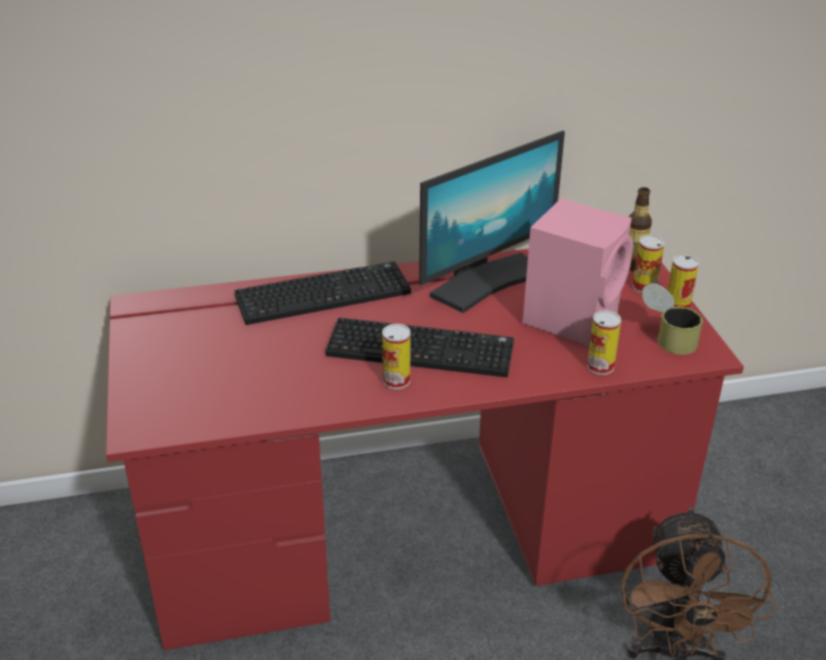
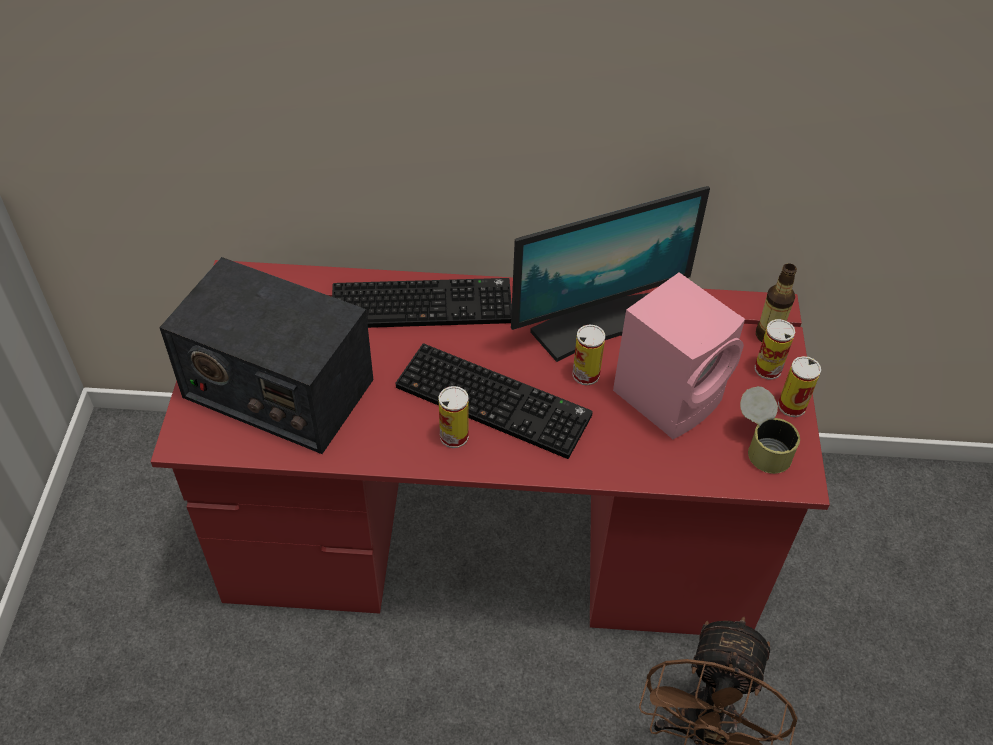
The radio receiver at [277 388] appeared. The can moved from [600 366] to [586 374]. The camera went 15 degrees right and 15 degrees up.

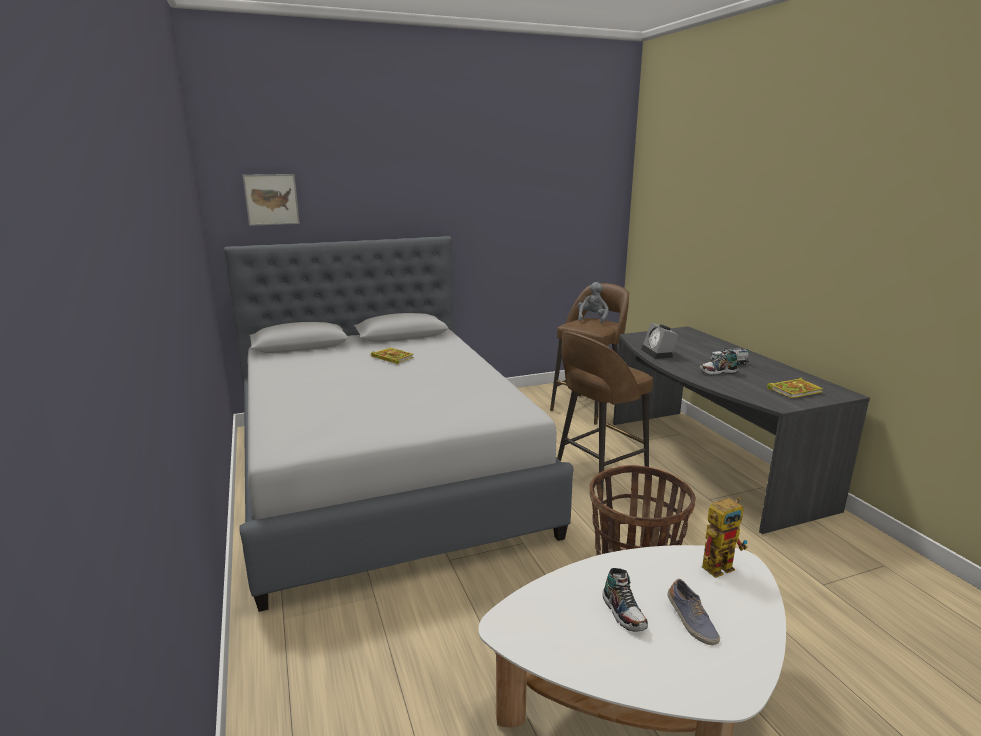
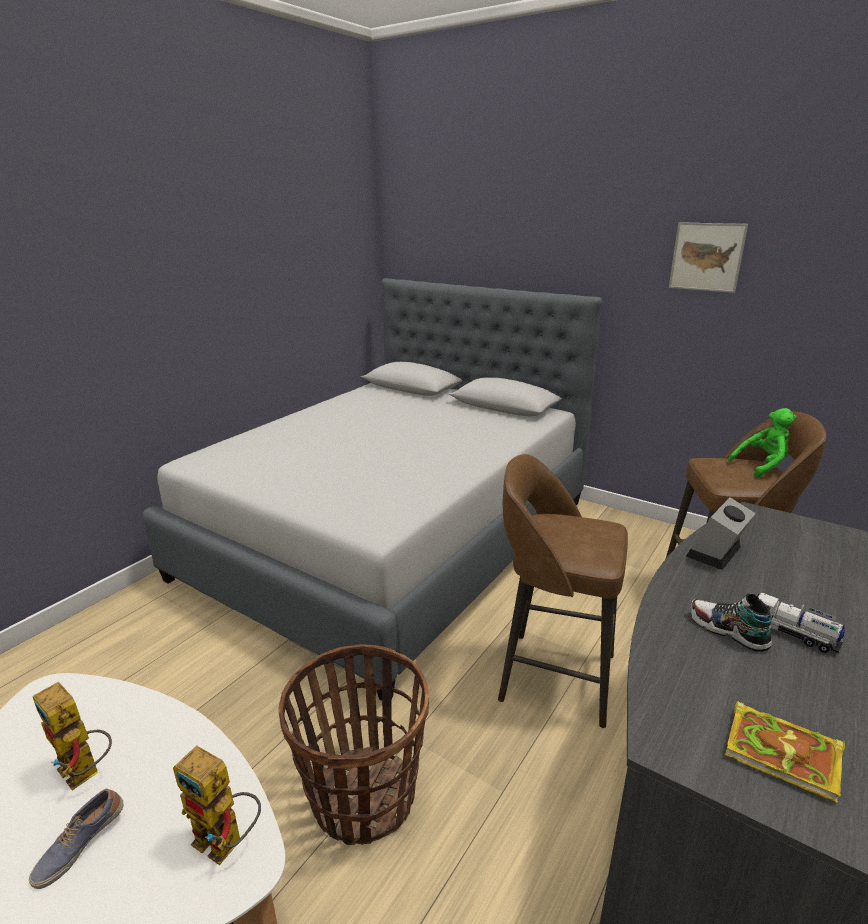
The volume at [391 357] disappeared. The wall art moved from [271 199] to [706 257]. The shoe at [624 612] was replaced by the model robot at [86 773]. The plush toy (greyish) at [592 319] became the plush toy (green-coloured) at [762 466]. The camera went 55 degrees right and 5 degrees up.

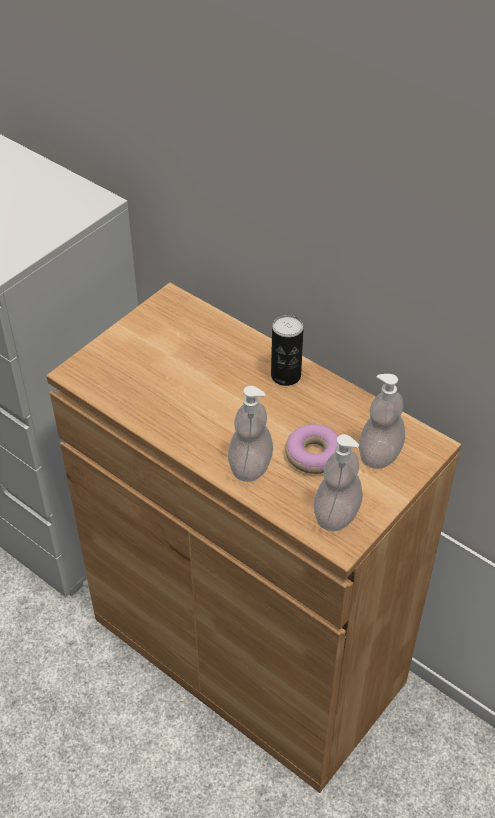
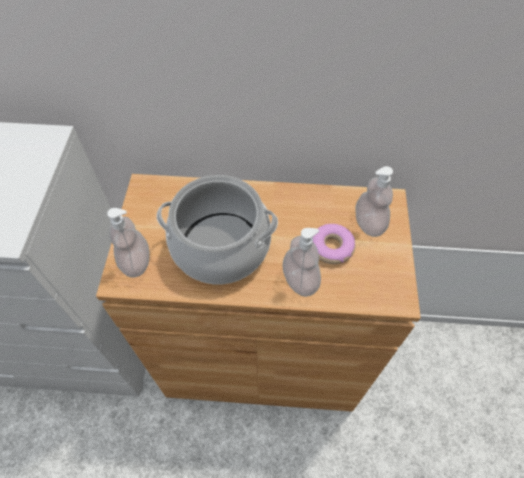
The can at [285 375] disappeared. The cooking pot at [220 247] appeared. The soap bottle moved from [336 514] to [136 262]. The camera went 35 degrees left and 10 degrees up.

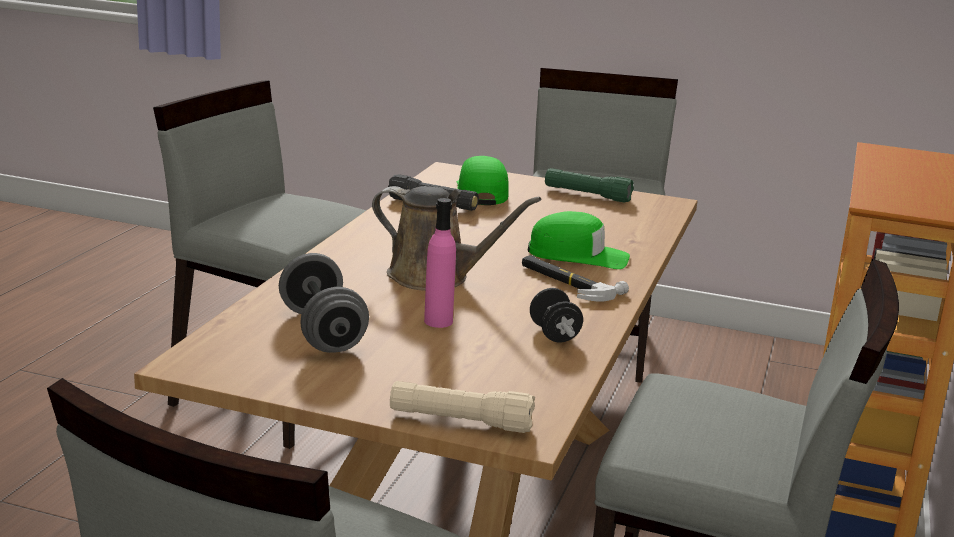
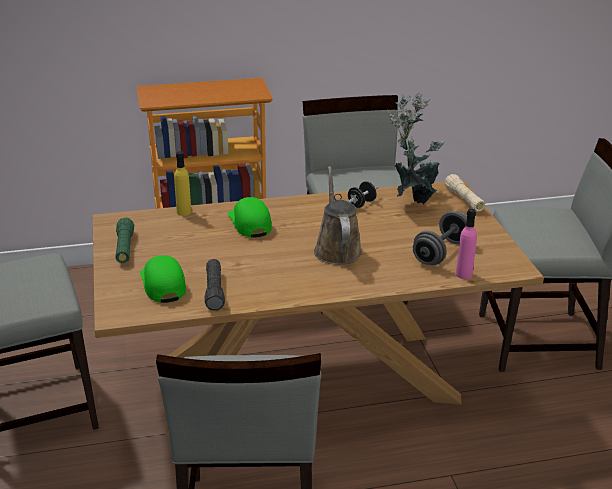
The tool hammer at [567 282] disappeared. The beverage bottle (yellowish) at [184 212] appeared. The potted plant at [413 199] appeared. The beverage bottle (pink-coloured) moved from [438 321] to [463 274]. The cap (green-coloured) at [481 192] turned 105 degrees clockwise. The camera went 120 degrees left and 10 degrees up.

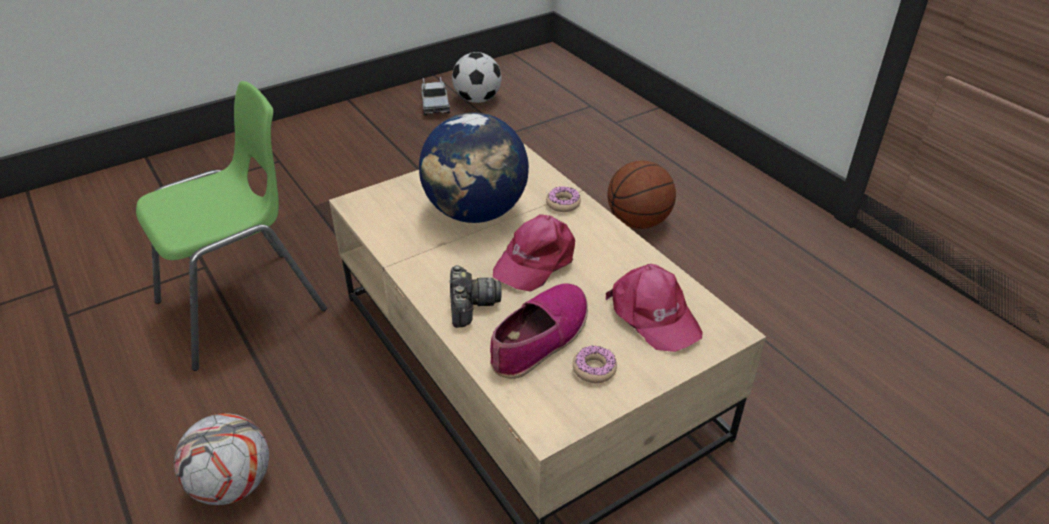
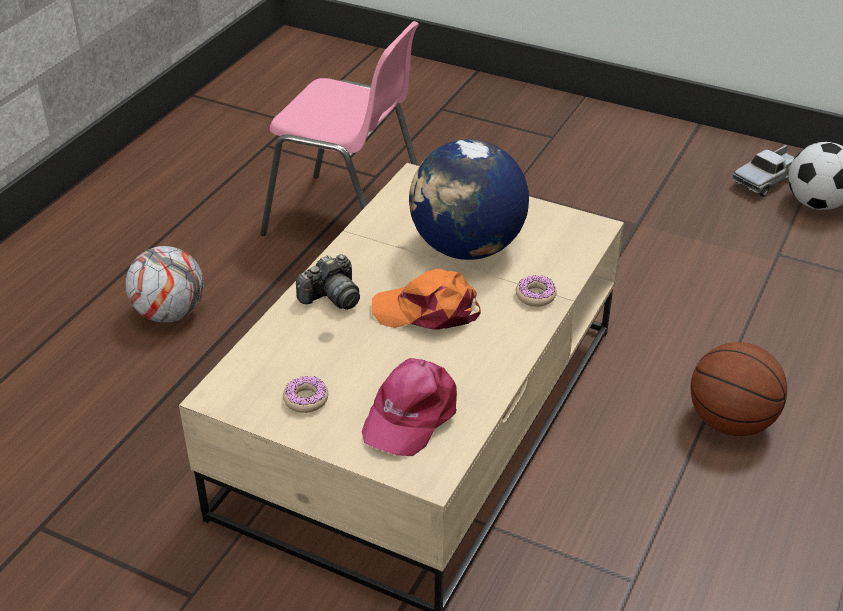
The shoe at [540 338] disappeared. The plain chair (green-coloured) at [244 307] became the plain chair (pink-coloured) at [348 221]. The cap (pink-coloured) at [535 260] became the cap (orangey) at [428 311]. The camera went 60 degrees right and 0 degrees up.

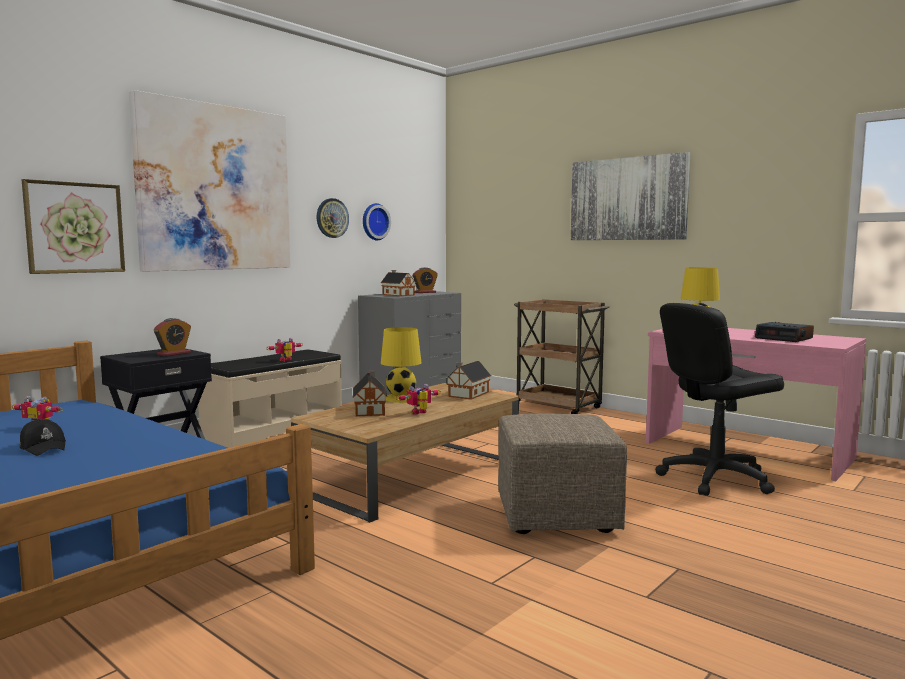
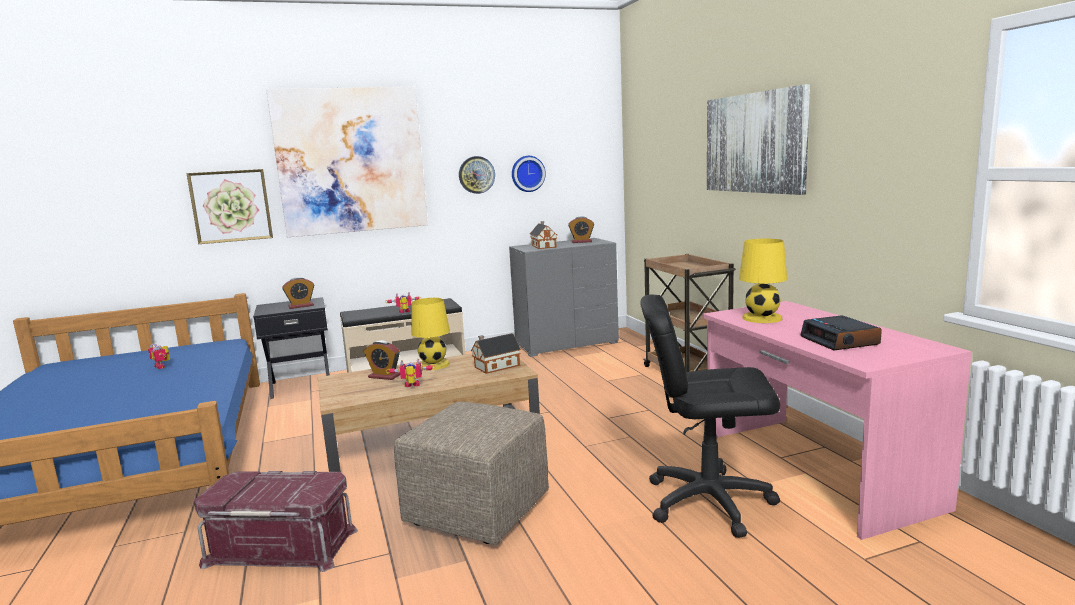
The cap (black) at [44 447] disappeared. The storage box (reddish) at [282 545] appeared. The miniature house at [370 410] was replaced by the table clock at [384 376]. The camera went 30 degrees right and 5 degrees up.

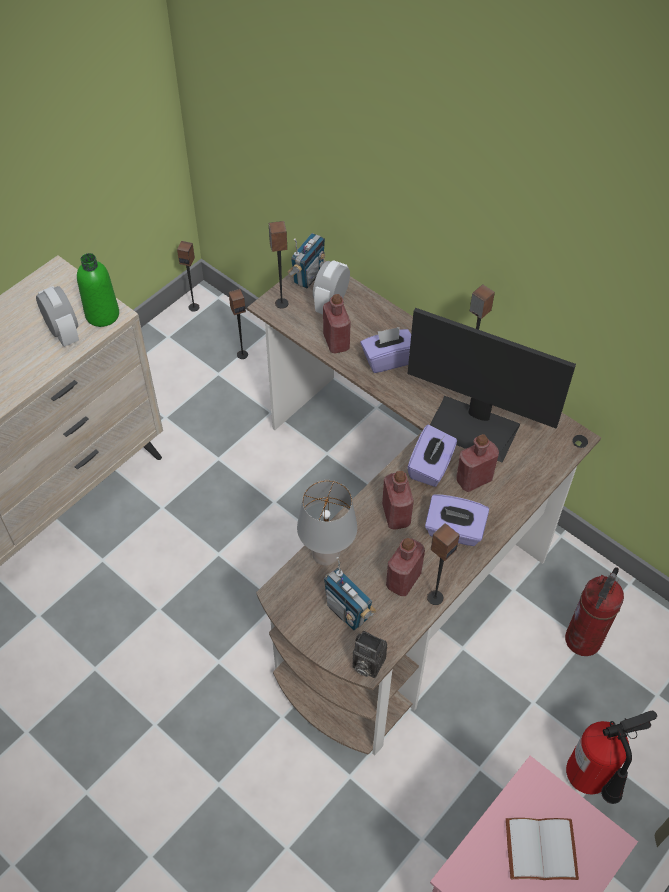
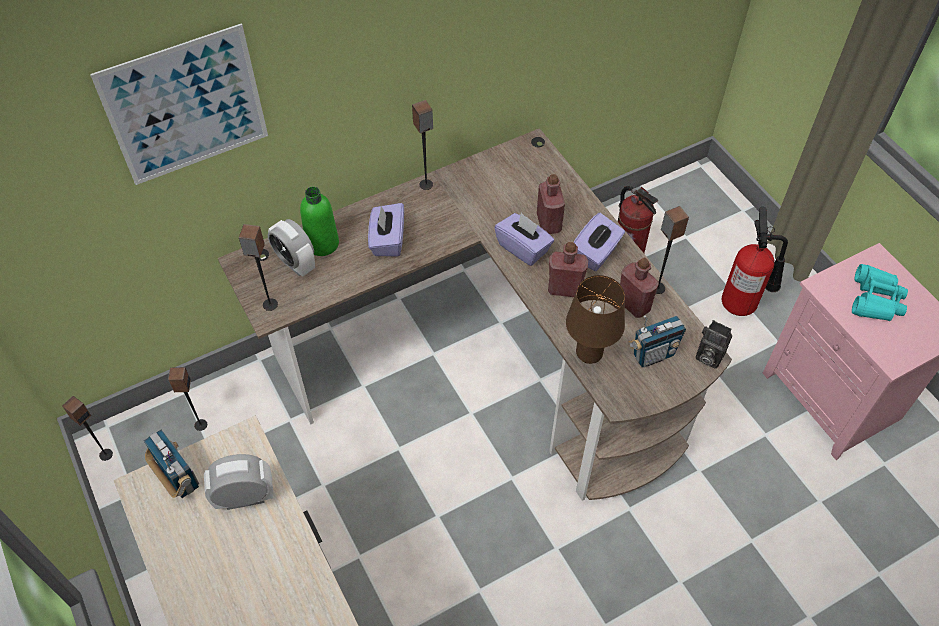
The beverage bottle (reddish) at [336 342] disappeared. The monitor at [474 427] disappeared. The wall art at [186 106] appeared. The beverage bottle (green-coloured) moved from [102 314] to [322 244]. The radio receiver moved from [307 276] to [178 479]. The volume (white) at [542 847] was replaced by the binoculars (turquoise) at [875 300]. The tabletop lamp (greyish) at [326 554] became the tabletop lamp (brown-coloured) at [588 353]. The still camera at [366 663] turned 75 degrees clockwise. The camera went 70 degrees left and 0 degrees up.

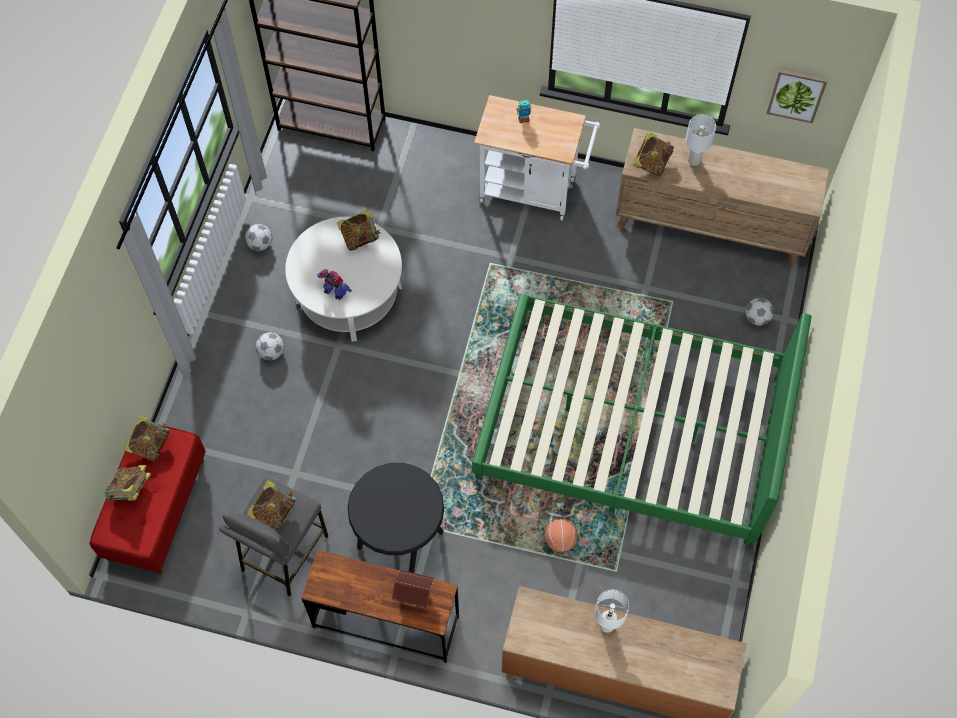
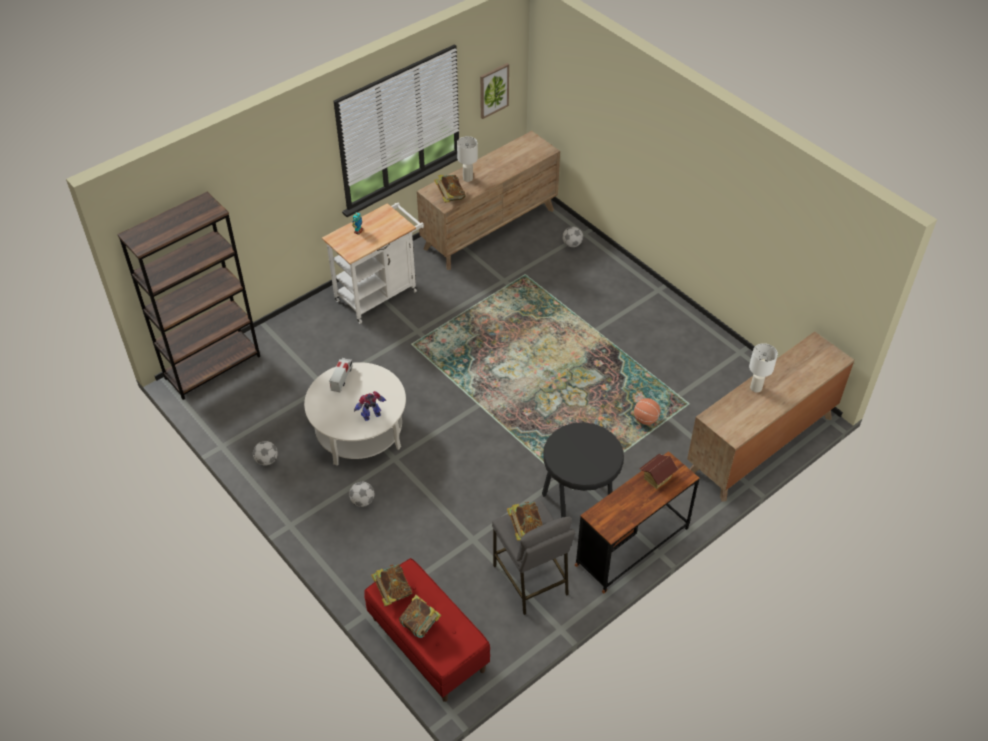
The sleeping bed (green-coloured) at [631 429] disappeared. The volume at [360 237] was replaced by the toy truck at [342 379]. The camera went 55 degrees left and 15 degrees down.

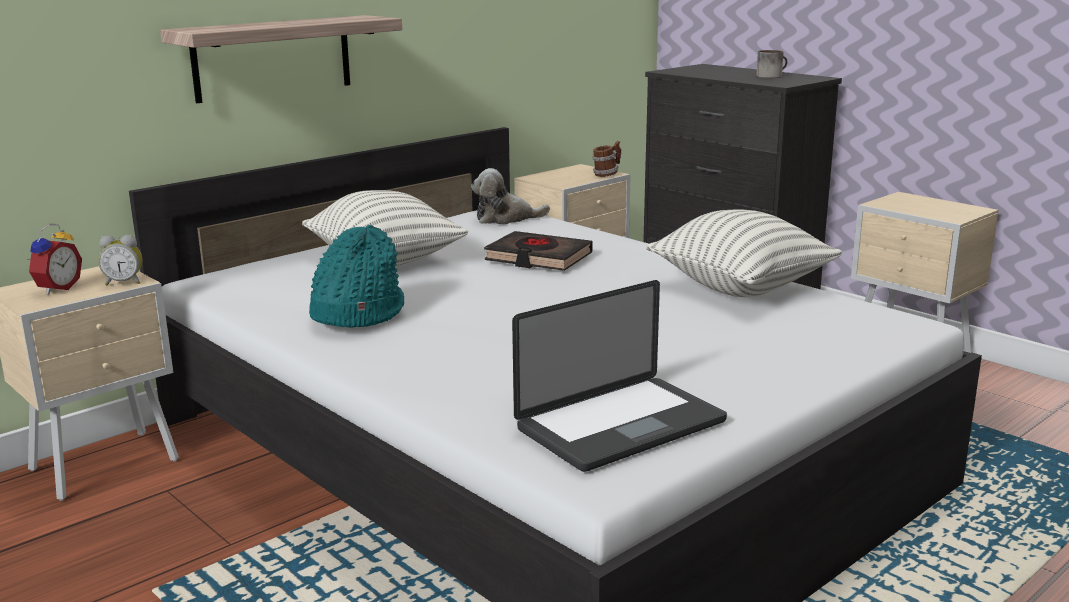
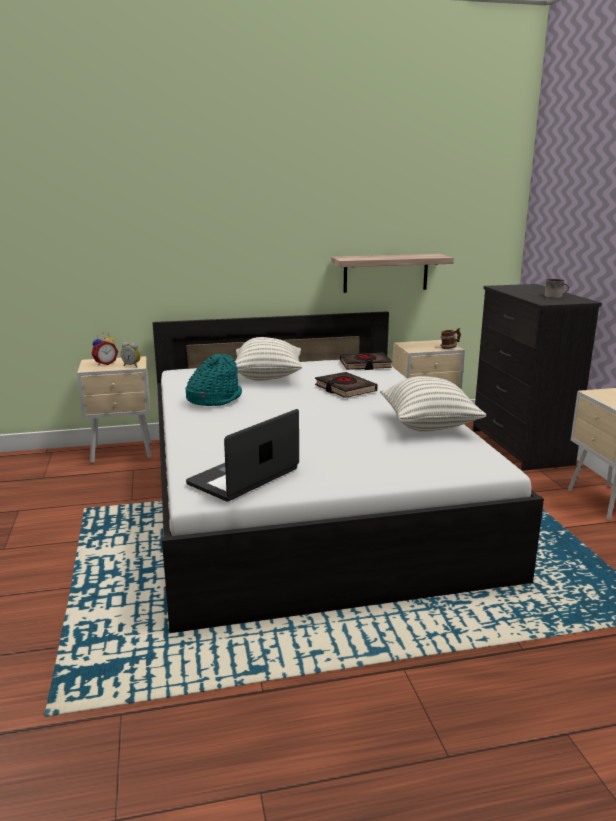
The wall shelf moved from [273 58] to [385 273]. The plush toy at [505 218] was replaced by the volume (black) at [365 365]. The laptop at [621 426] turned 135 degrees clockwise. The camera went 30 degrees right and 0 degrees up.

